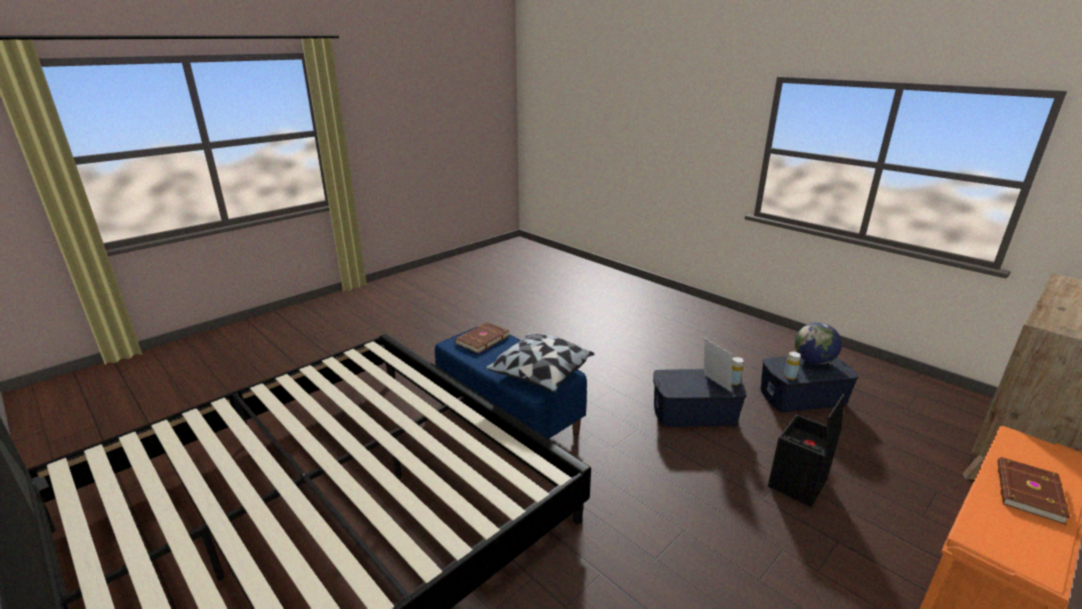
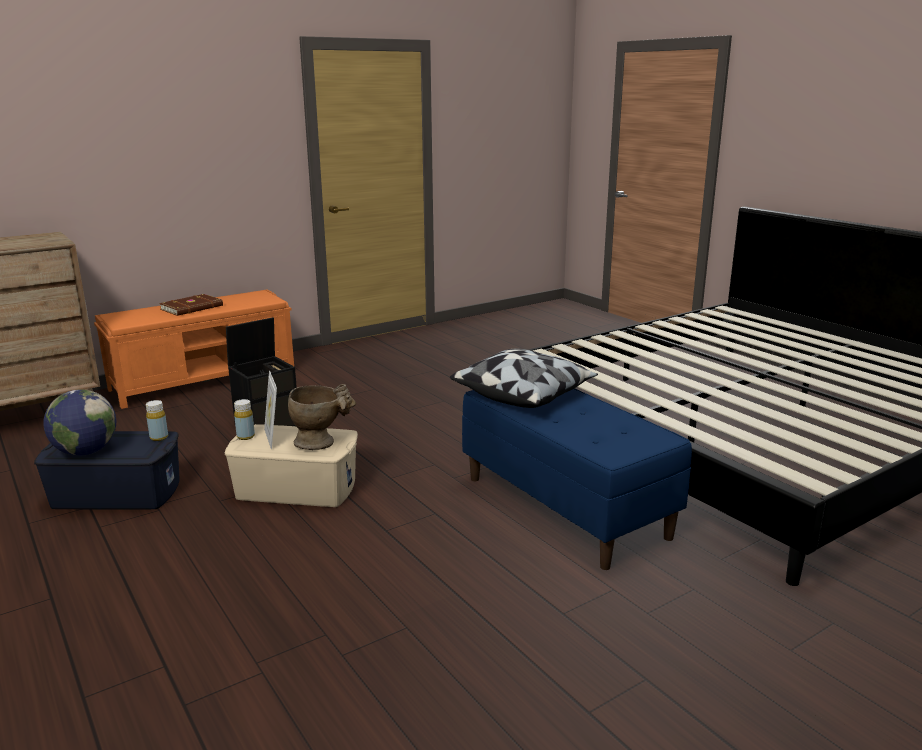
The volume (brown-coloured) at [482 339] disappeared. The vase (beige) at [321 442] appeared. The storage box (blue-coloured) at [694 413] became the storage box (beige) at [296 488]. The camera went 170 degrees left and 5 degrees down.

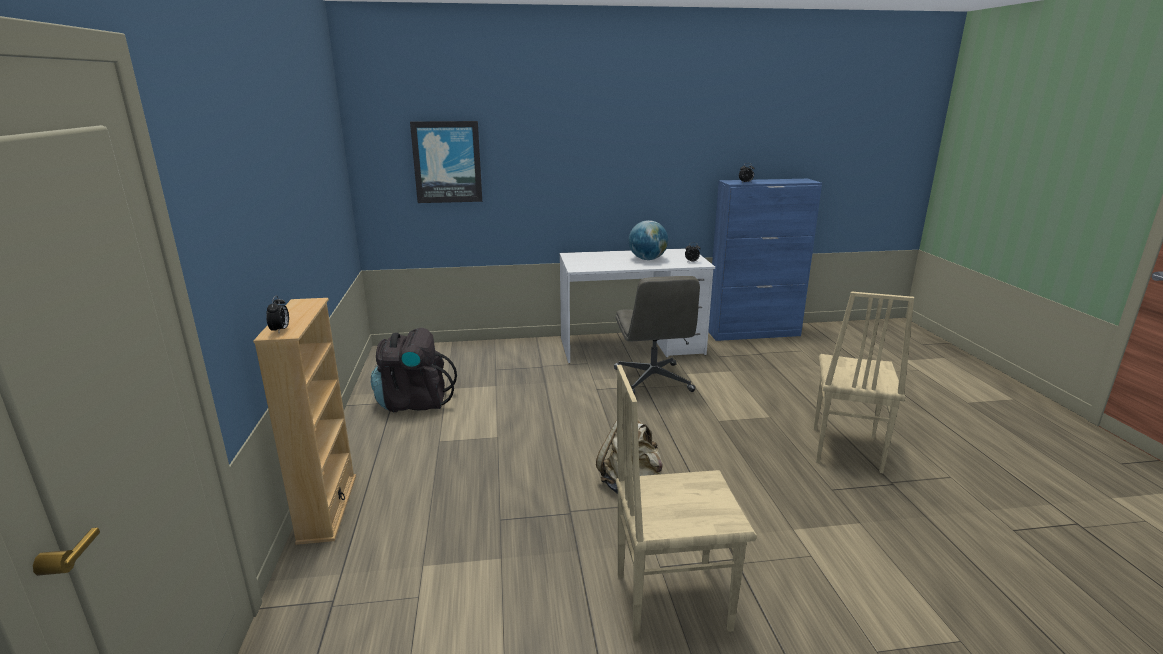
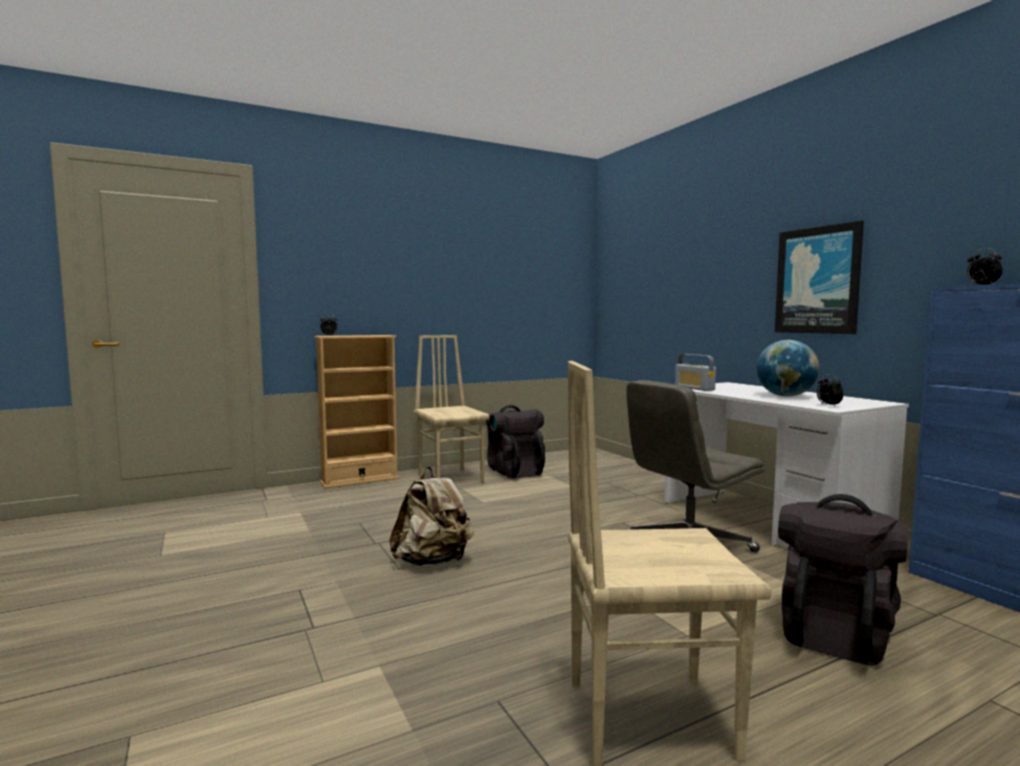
The radio receiver at [694 388] appeared. The knapsack (black) at [834 632] appeared. The wall art moved from [447 162] to [817 280]. The plain chair (beige) moved from [670 600] to [451 478]. The camera went 70 degrees right and 15 degrees down.

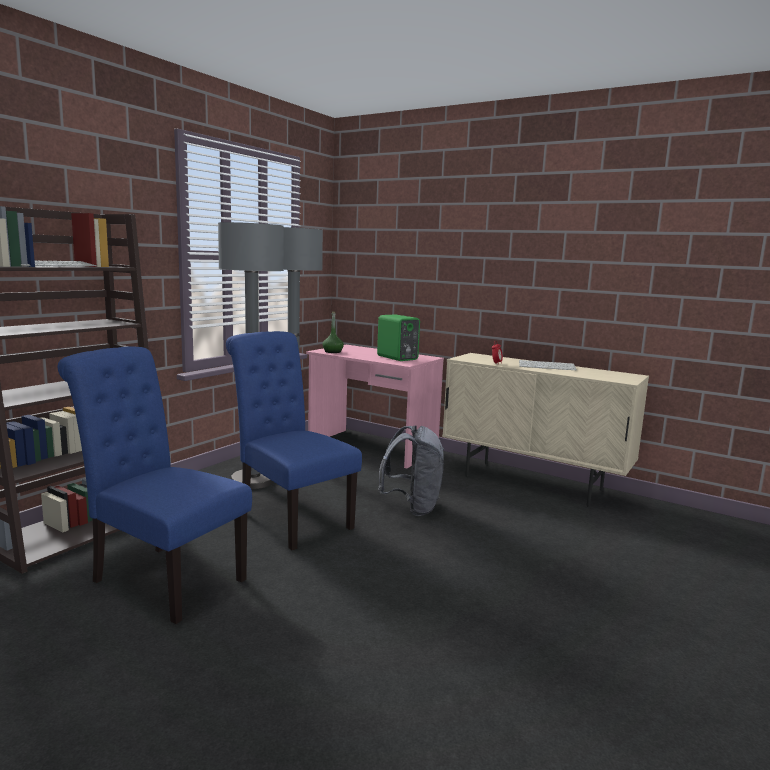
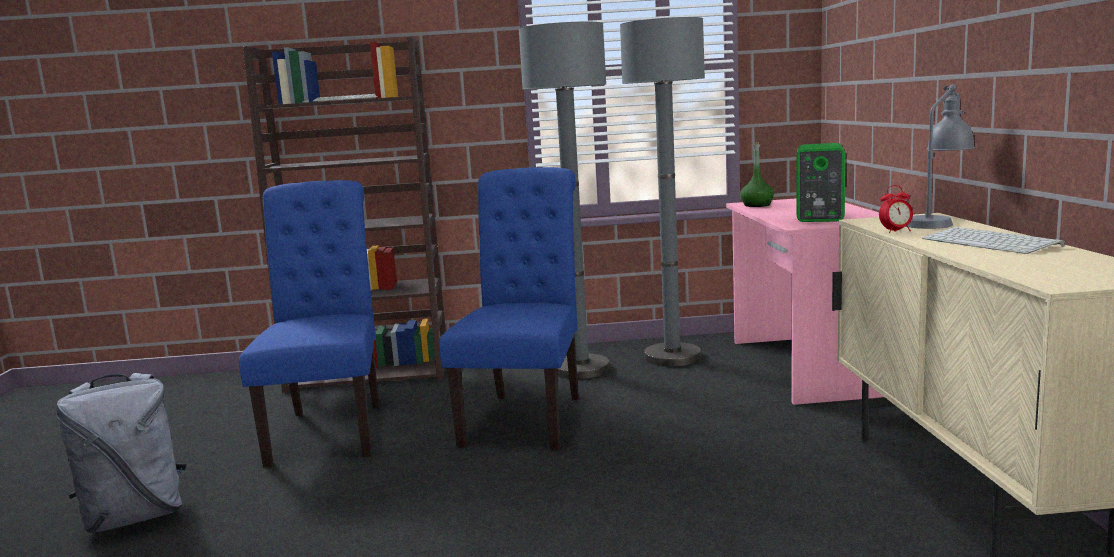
The tabletop lamp (greyish) at [937 222] appeared. The knapsack (greyish) moved from [412 507] to [136 517]. The camera went 55 degrees right and 0 degrees up.

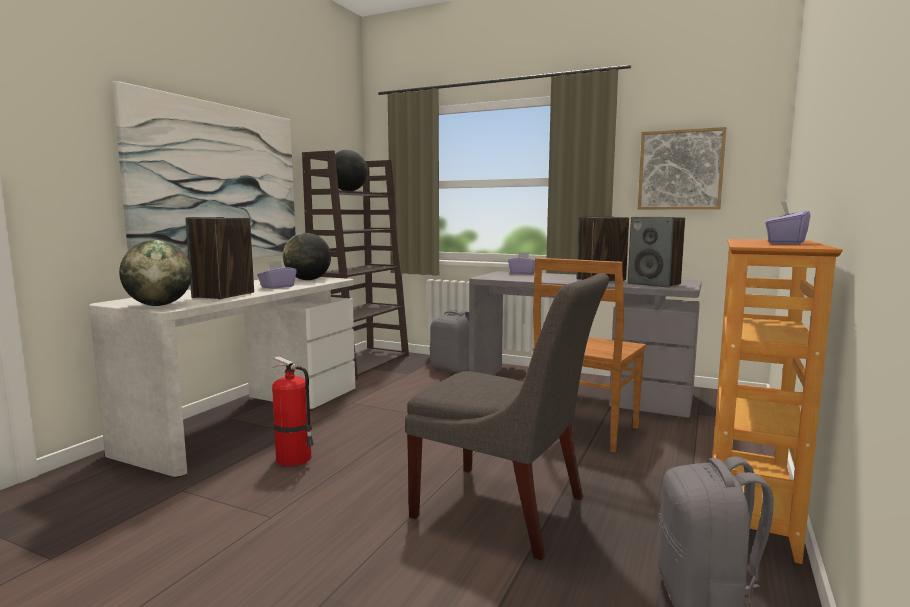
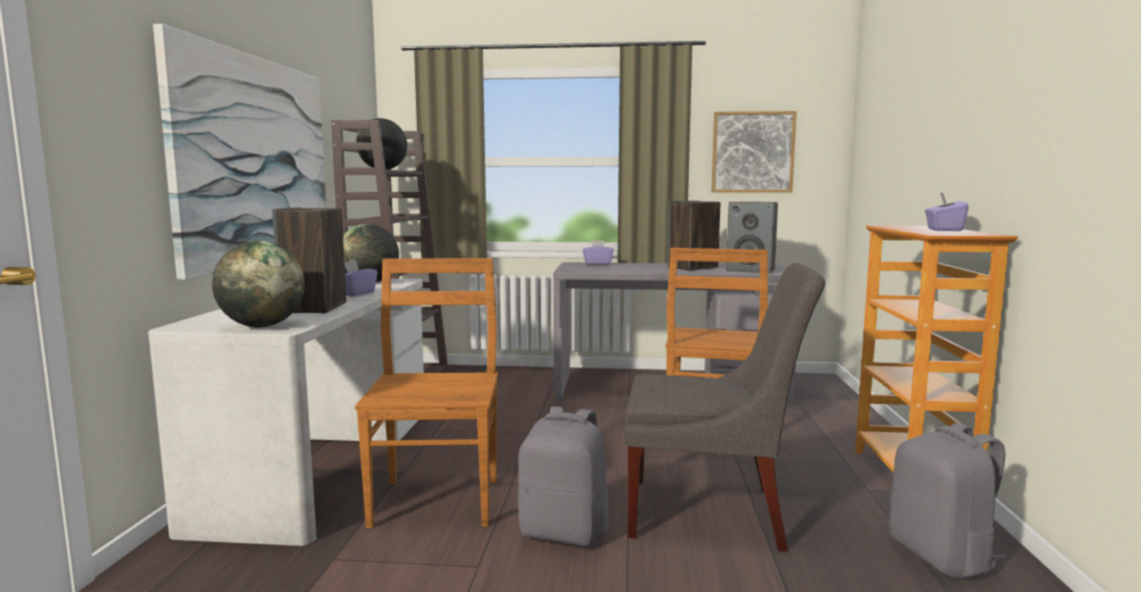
The knapsack (greyish) moved from [452 368] to [565 533]. The fire-fighting cylinder at [295 458] was replaced by the plain chair (brown-coloured) at [437 500]. The camera went 20 degrees left and 0 degrees up.

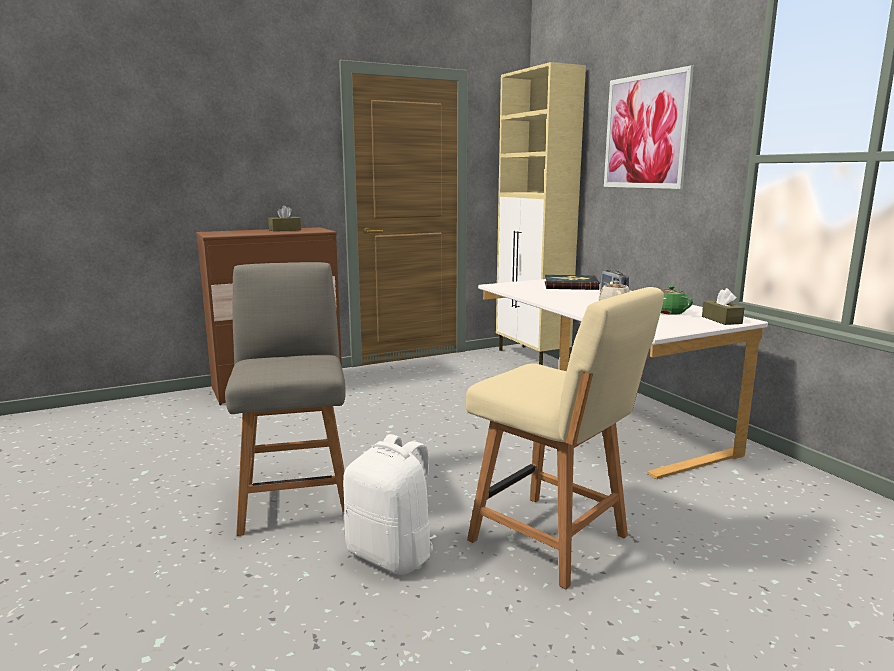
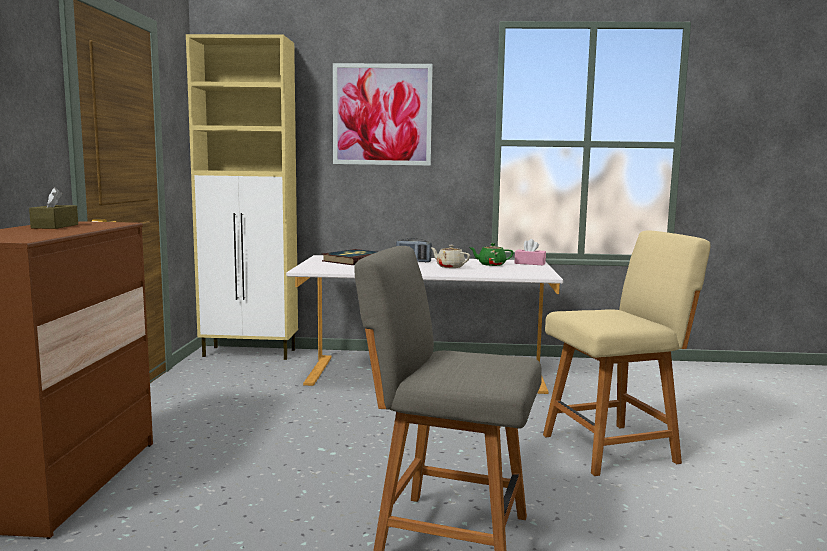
The knapsack (white) at [392 555] disappeared. The tissue holder (brown-coloured) at [721 320] became the tissue holder (pink-coloured) at [530 263]. The camera went 60 degrees left and 5 degrees down.

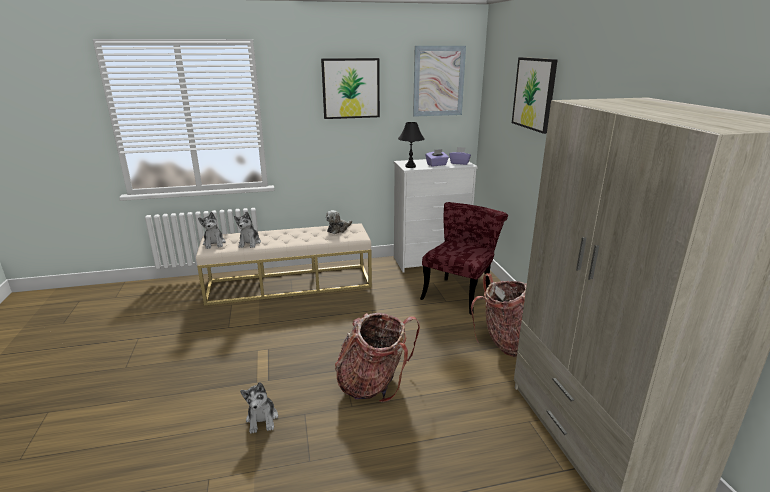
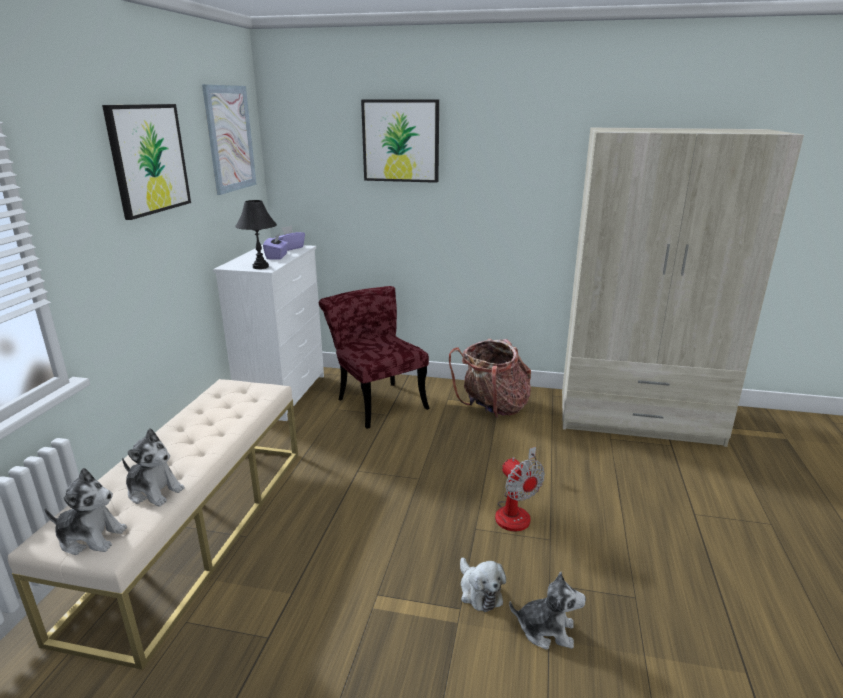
The plush toy moved from [338 229] to [479 591]. The knapsack at [374 384] was replaced by the fan at [516 511]. The camera went 65 degrees left and 0 degrees up.

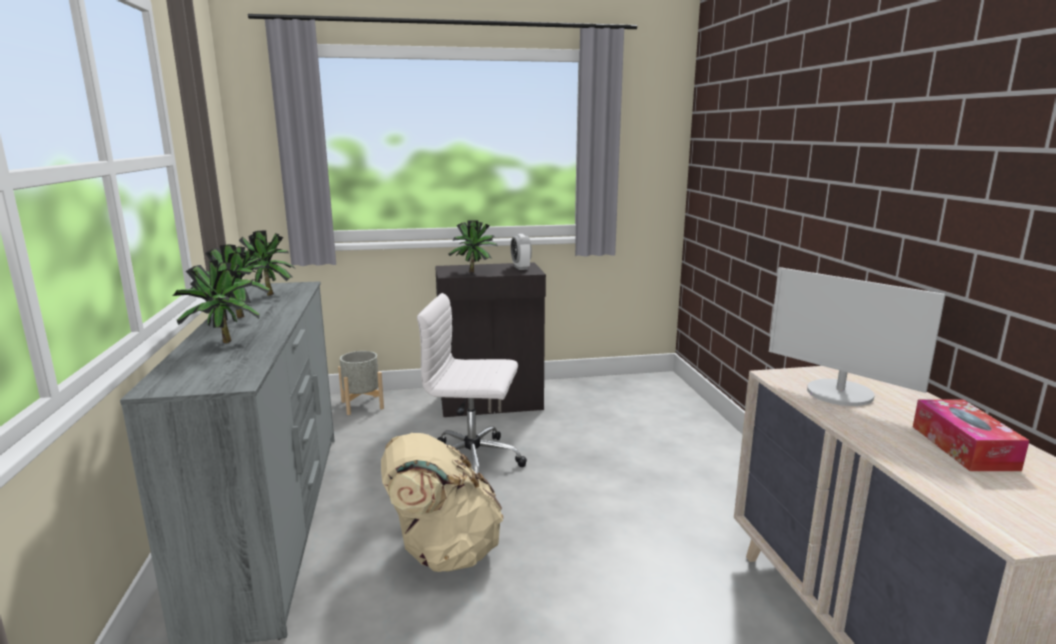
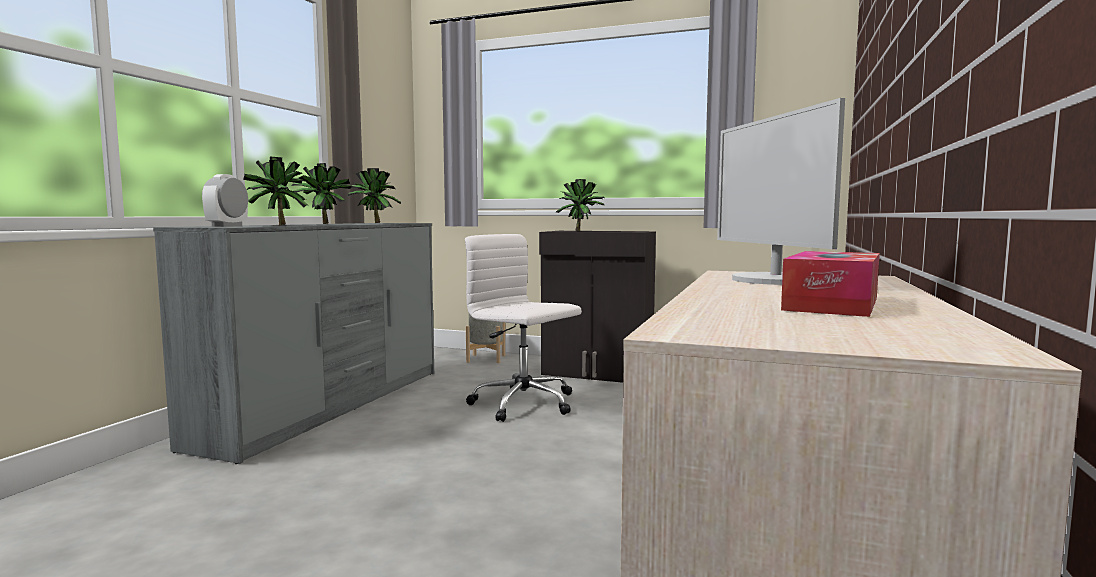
The knapsack (beige) at [442 552] disappeared. The table clock moved from [521 268] to [227 226]. The camera went 30 degrees right and 10 degrees down.

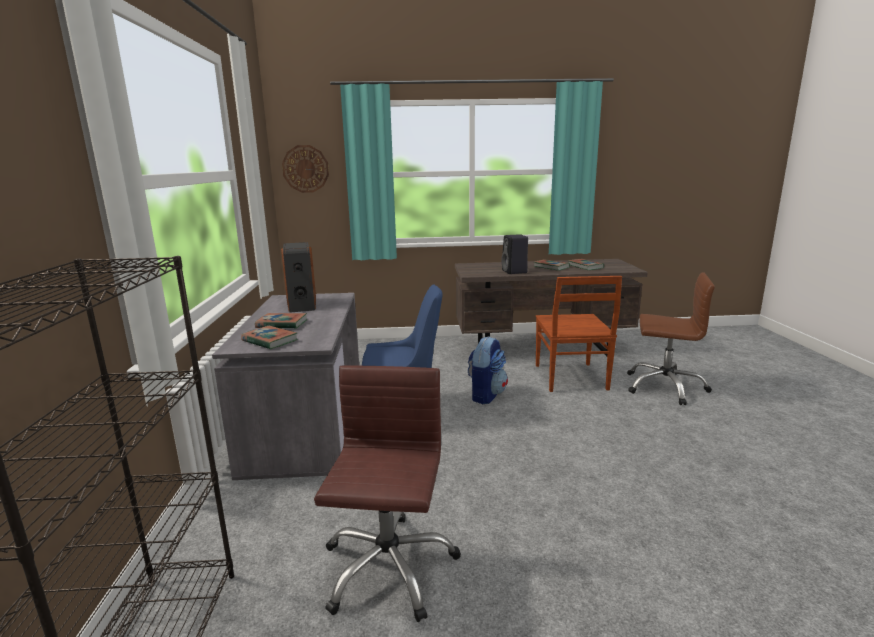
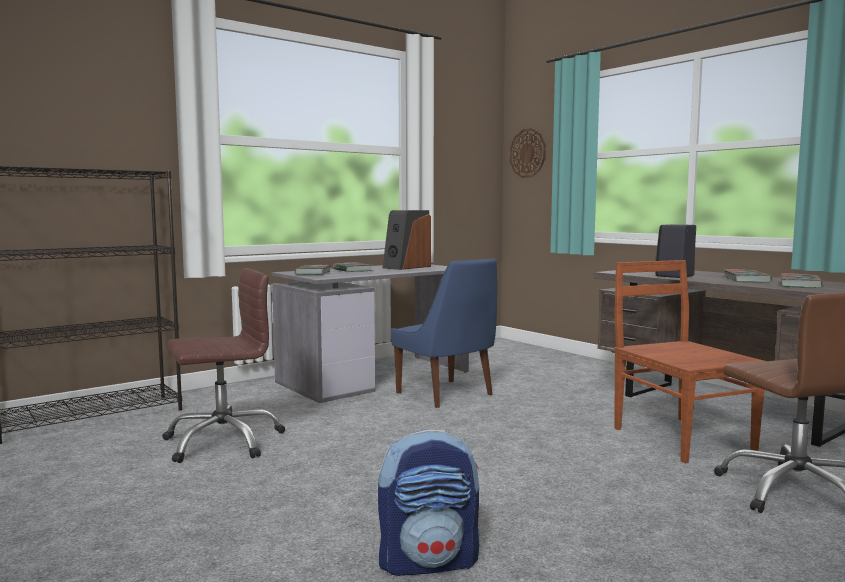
The knapsack moved from [486 395] to [429 561]. The plain chair (brown-coloured) at [570 378] turned 105 degrees clockwise. The camera went 55 degrees right and 10 degrees down.

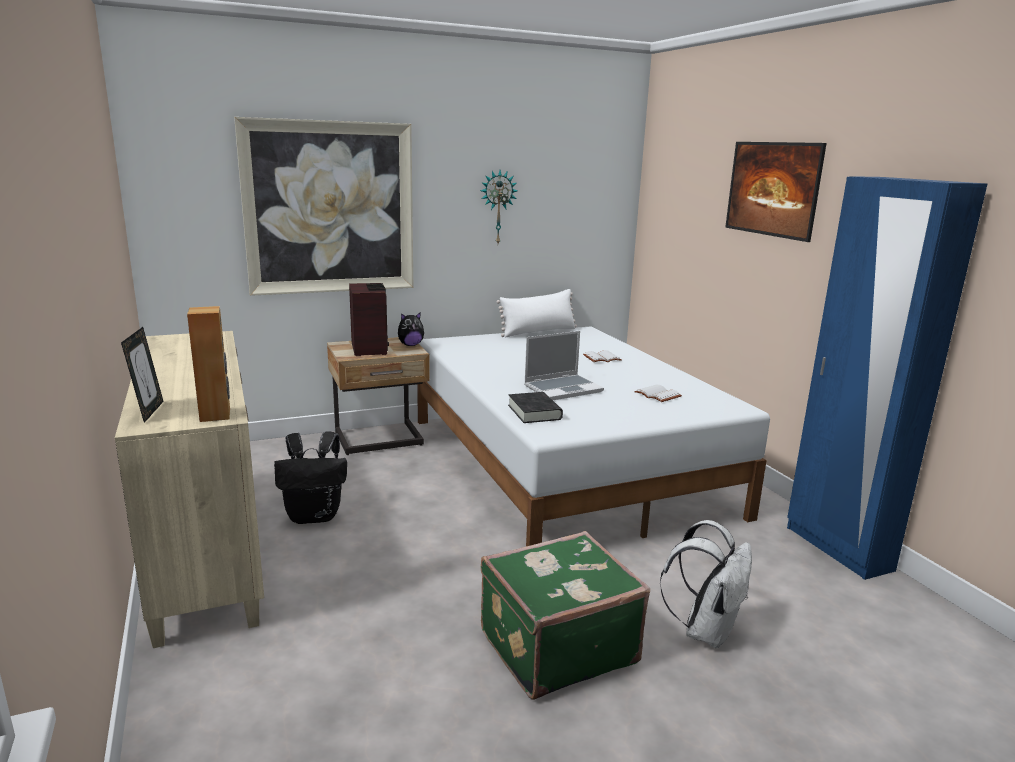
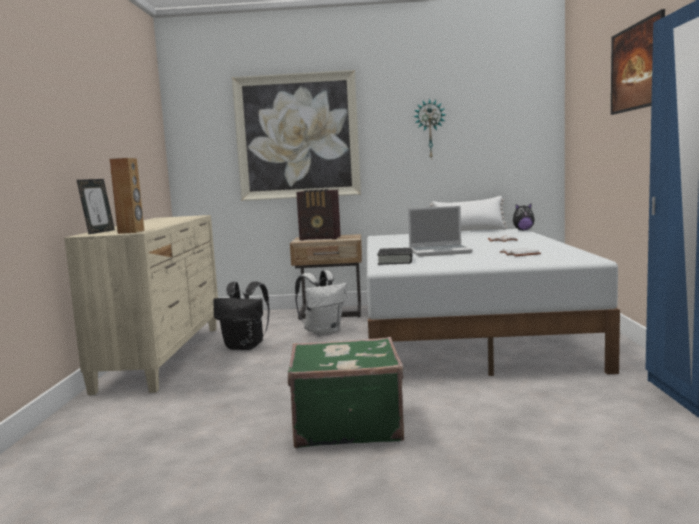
The plush toy moved from [410 345] to [523 230]. The knapsack (white) moved from [706 630] to [323 332]. The radio receiver at [370 348] turned 90 degrees clockwise. The camera went 25 degrees right and 10 degrees down.

